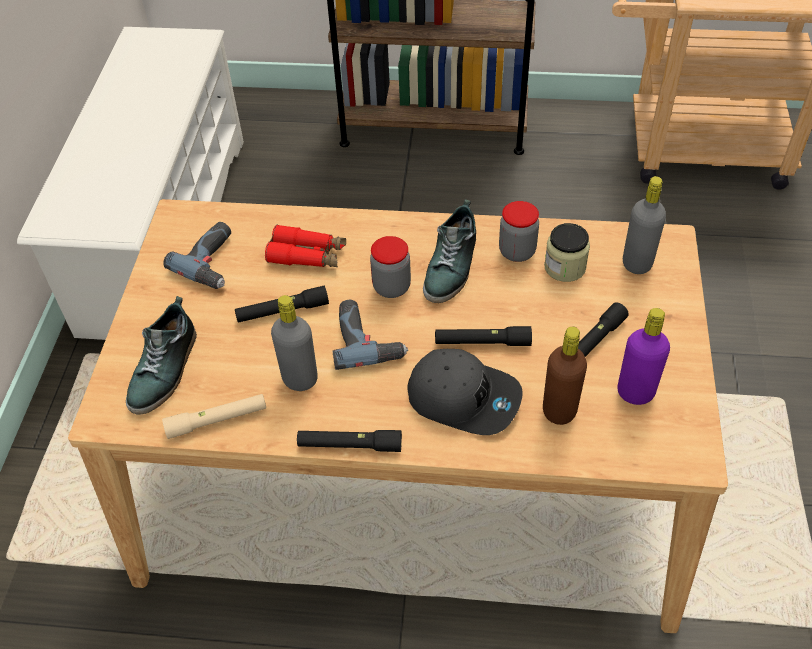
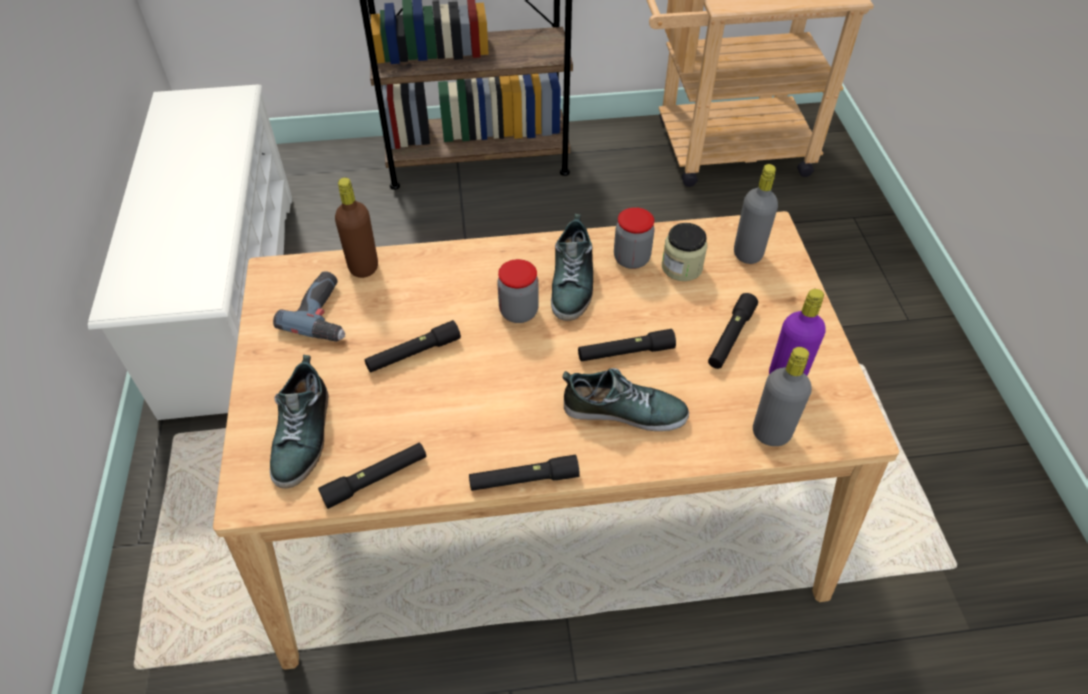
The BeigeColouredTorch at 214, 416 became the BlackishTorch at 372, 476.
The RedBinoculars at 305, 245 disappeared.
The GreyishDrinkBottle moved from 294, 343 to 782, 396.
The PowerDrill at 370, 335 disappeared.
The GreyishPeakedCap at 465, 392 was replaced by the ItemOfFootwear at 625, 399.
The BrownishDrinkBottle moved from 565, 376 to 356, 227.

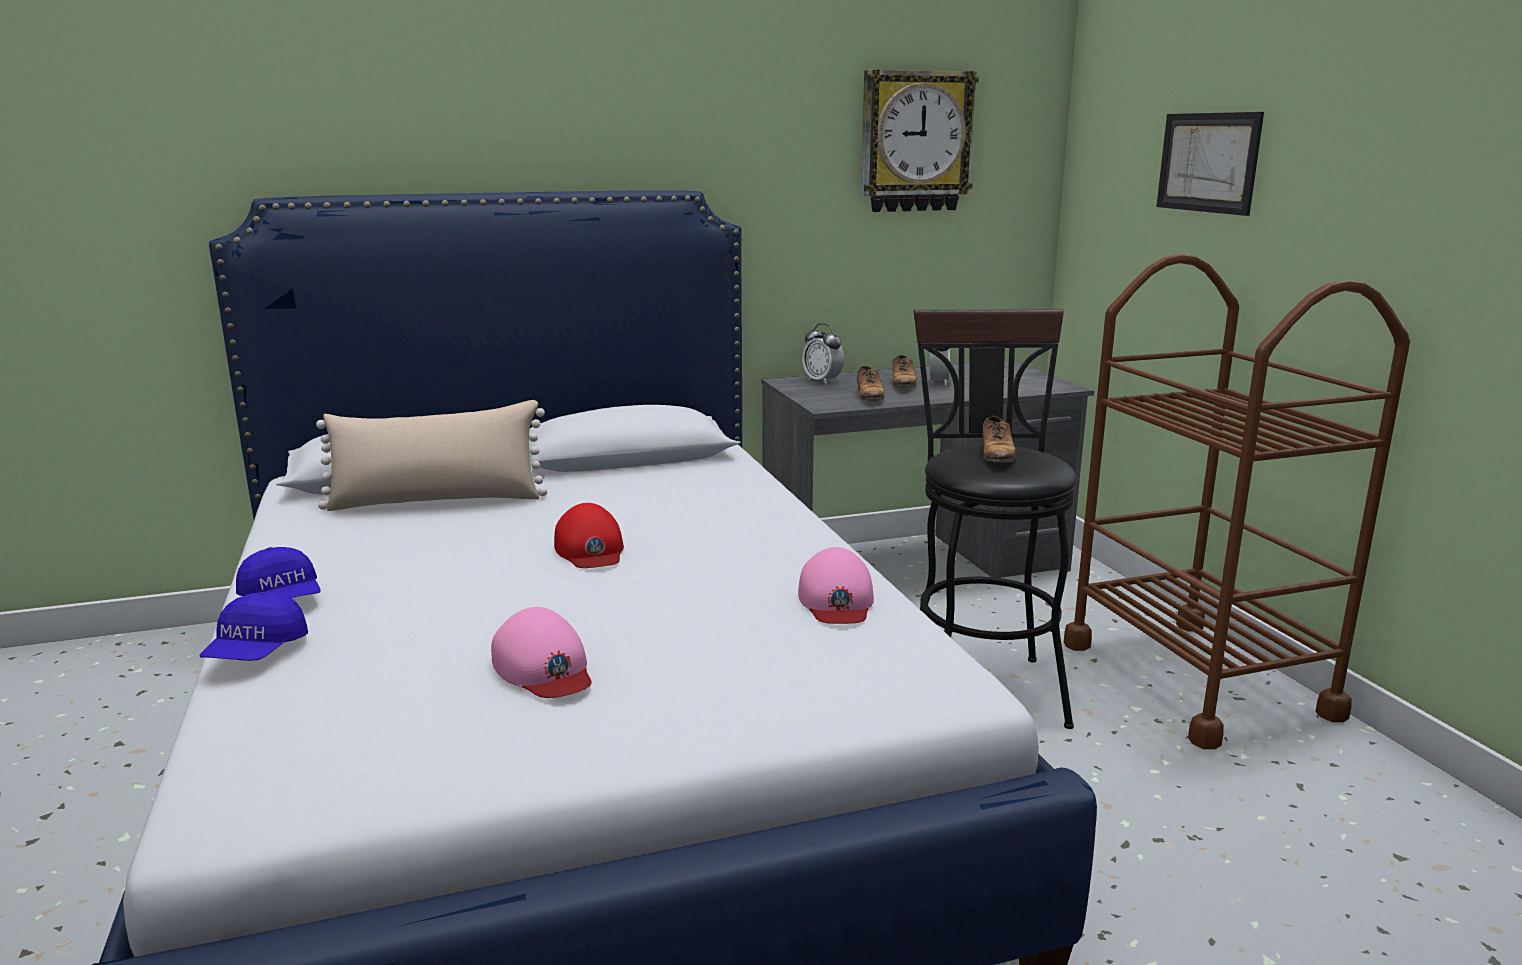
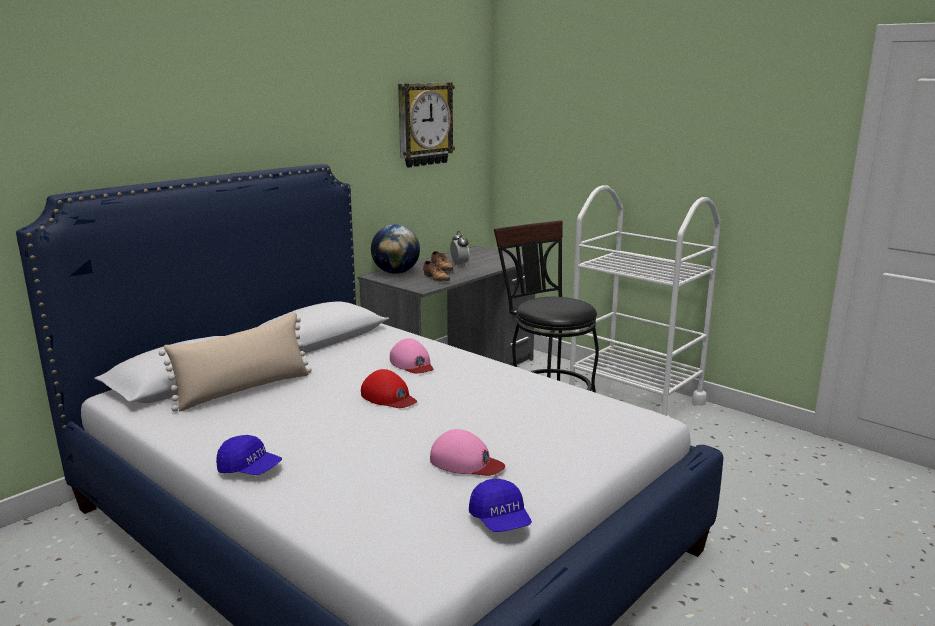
The BluishPeakedCap moved from 253, 626 to 500, 505.
The PinkPeakedCap moved from 836, 585 to 411, 356.
The BedsideClock at 823, 353 was replaced by the DeskGlobe at 395, 249.
The ItemOfFootwear at 999, 439 disappeared.
The BrownishWheeledCart at 1237, 501 became the WhiteWheeledCart at 645, 301.
The WallArt at 1210, 164 disappeared.

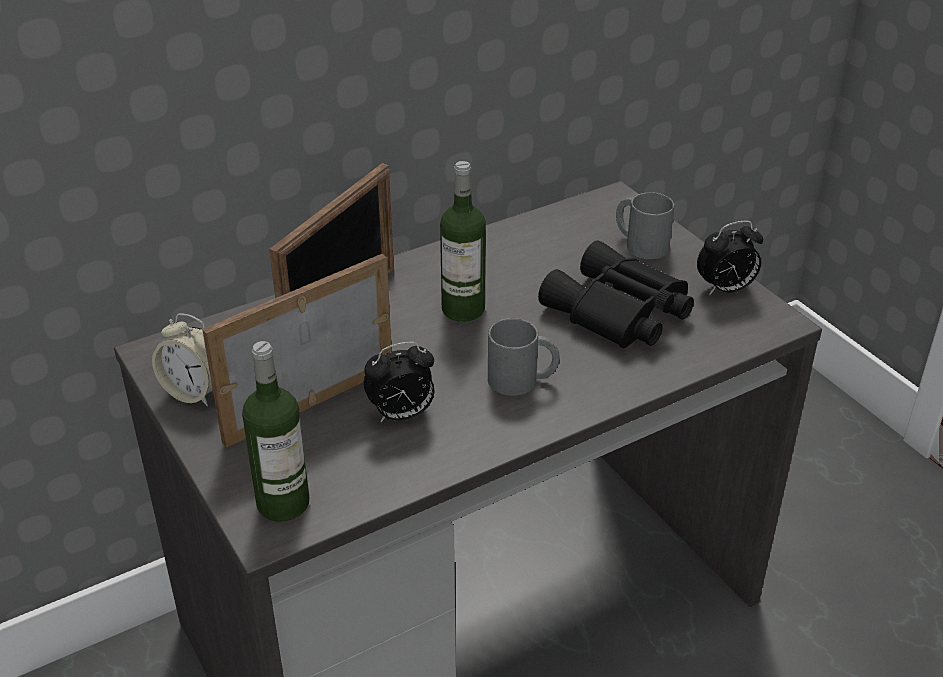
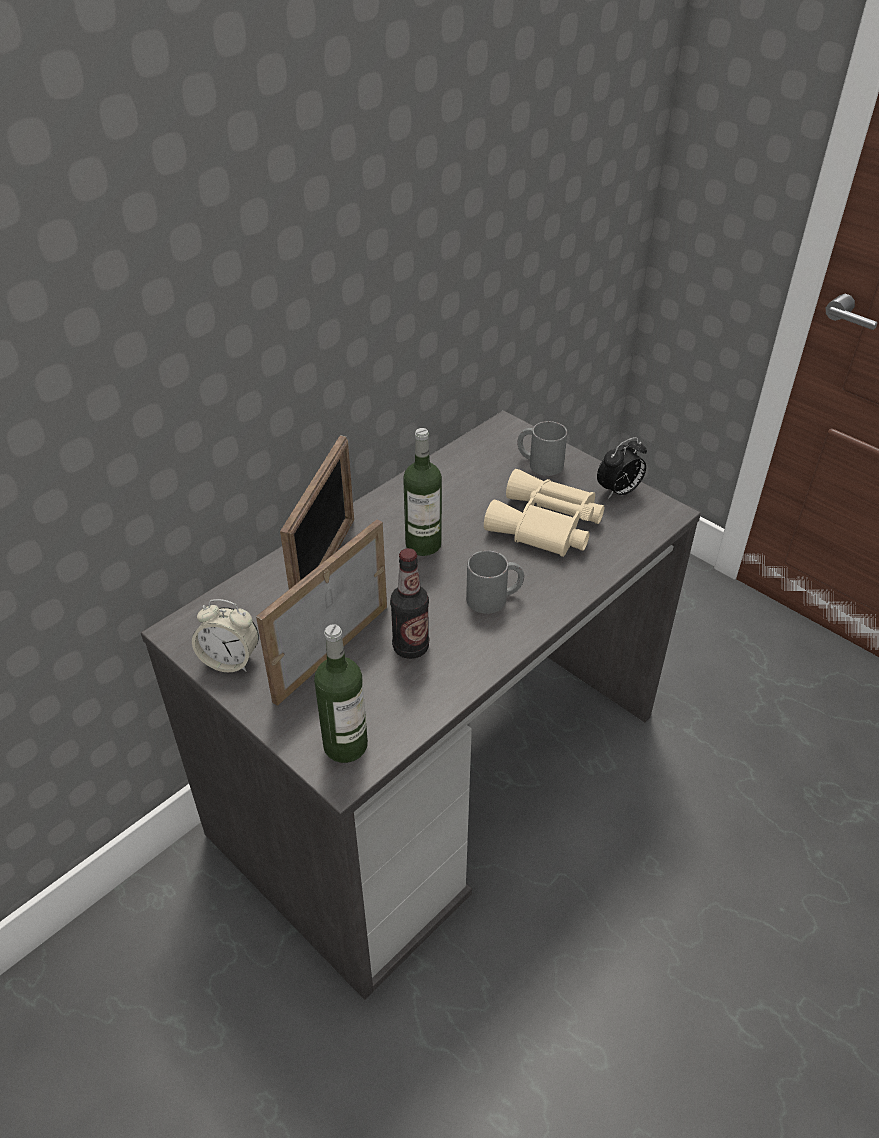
The BedsideClock at 399, 381 was replaced by the DrinkBottle at 409, 603.
The BlackishBinoculars at 616, 294 became the BeigeColouredBinoculars at 544, 513.

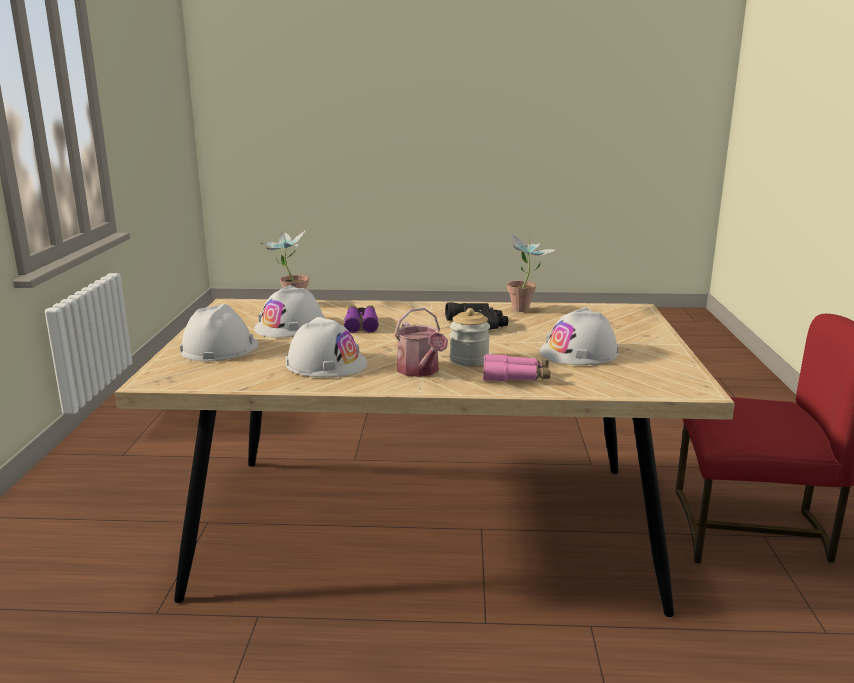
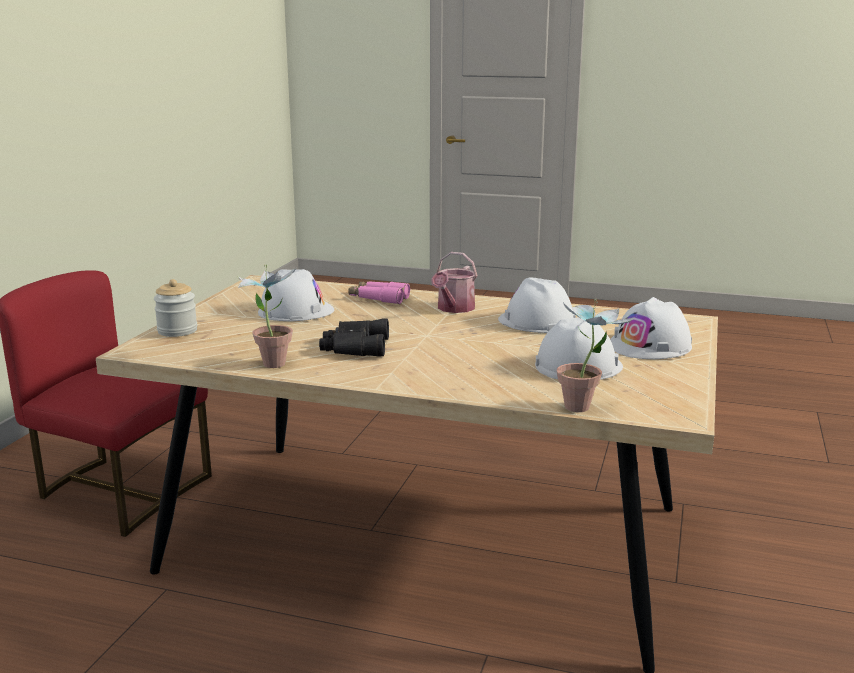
The PurplishBinoculars at 361, 319 disappeared.
The SprinklingCan at 421, 342 turned 150 degrees counterclockwise.
The StorageJar moved from 470, 337 to 175, 308.

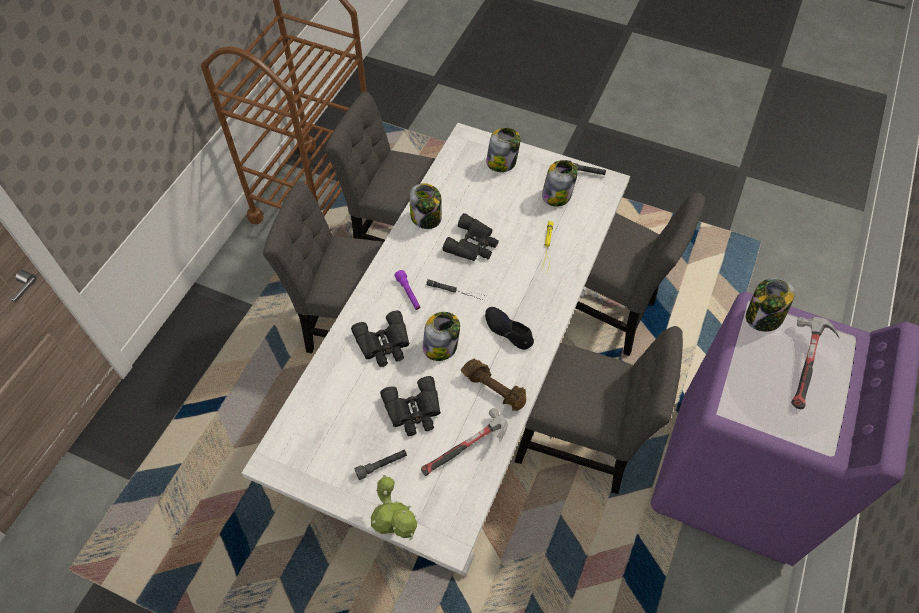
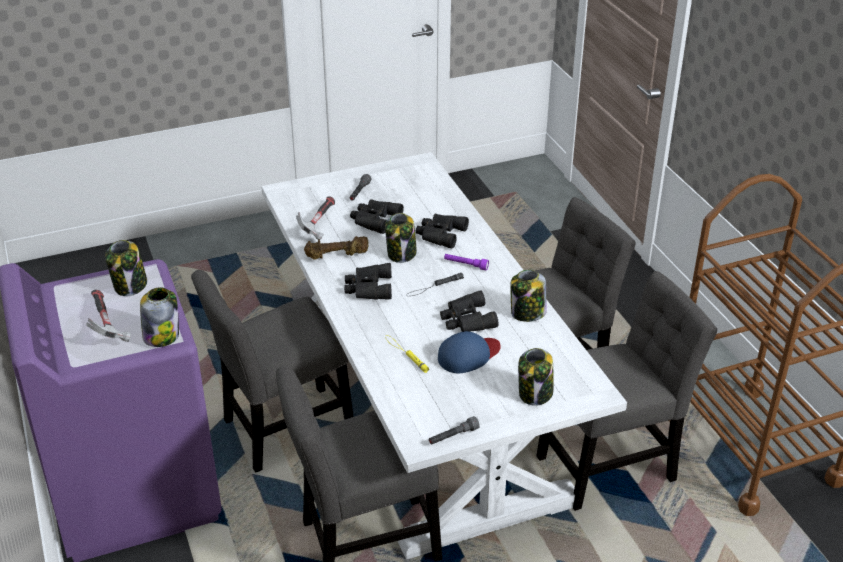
The Houseplant at 394, 507 disappeared.
The BlackishItemOfFootwear at 509, 328 was replaced by the BlackishBinoculars at 368, 281.
The StorageJar moved from 560, 183 to 126, 268.
The BluishPeakedCap at 469, 352 appeared.

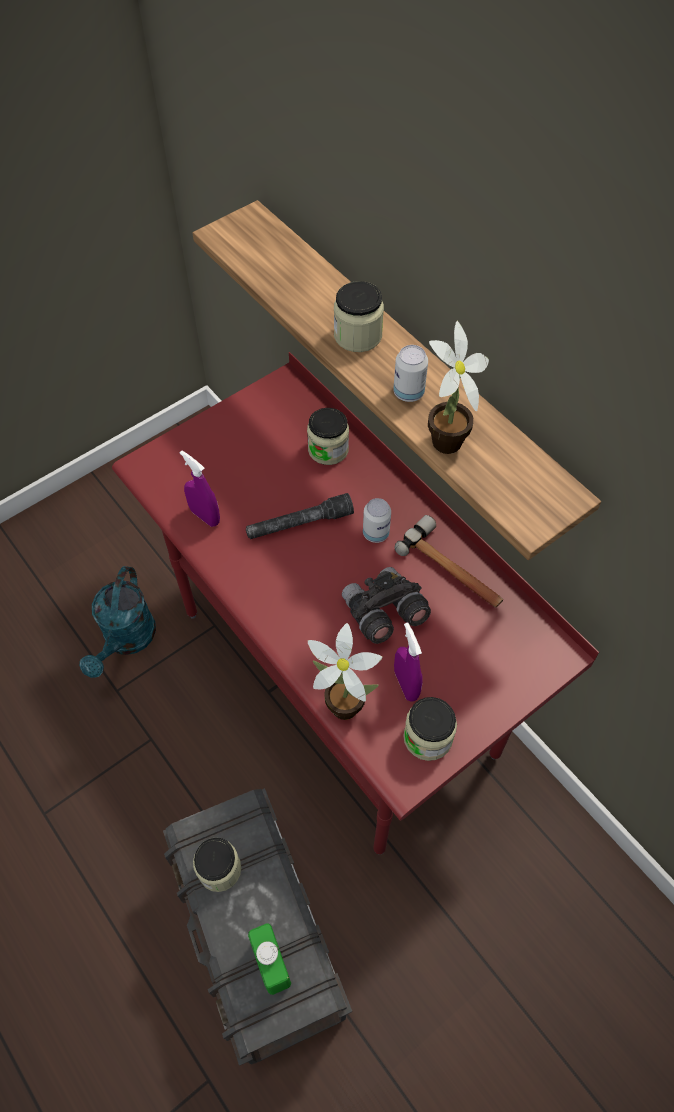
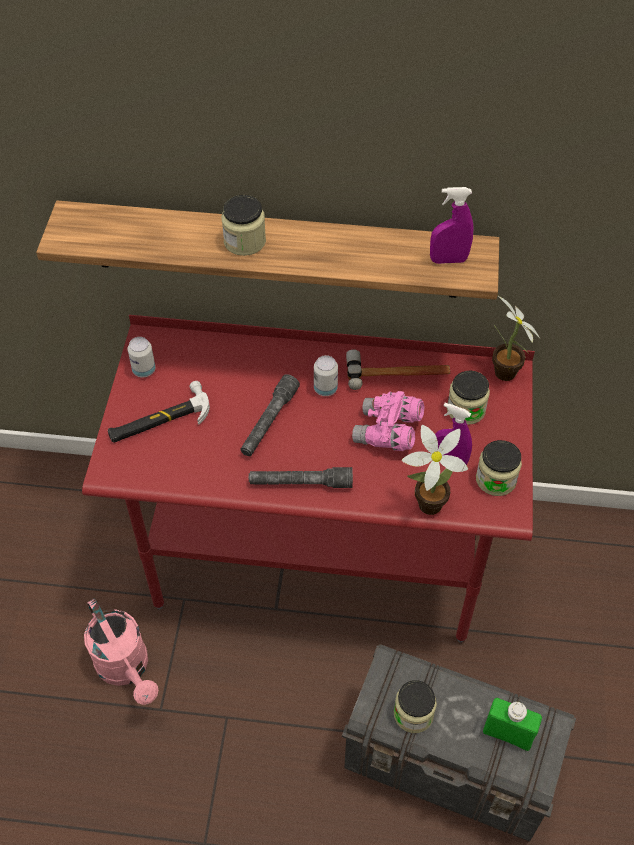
The TurquoiseSprinklingCan at 117, 622 became the PinkSprinklingCan at 121, 651.
The PurplishSprayer moved from 200, 488 to 451, 225.
The StorageJar moved from 328, 436 to 468, 397.
The GreyishBinoculars at 386, 605 became the PinkBinoculars at 388, 421.
The SealedCan moved from 410, 373 to 142, 357.
The Houseplant moved from 458, 387 to 516, 338.
The Hammer at 159, 412 appeared.
The GreyishTorch at 301, 477 appeared.

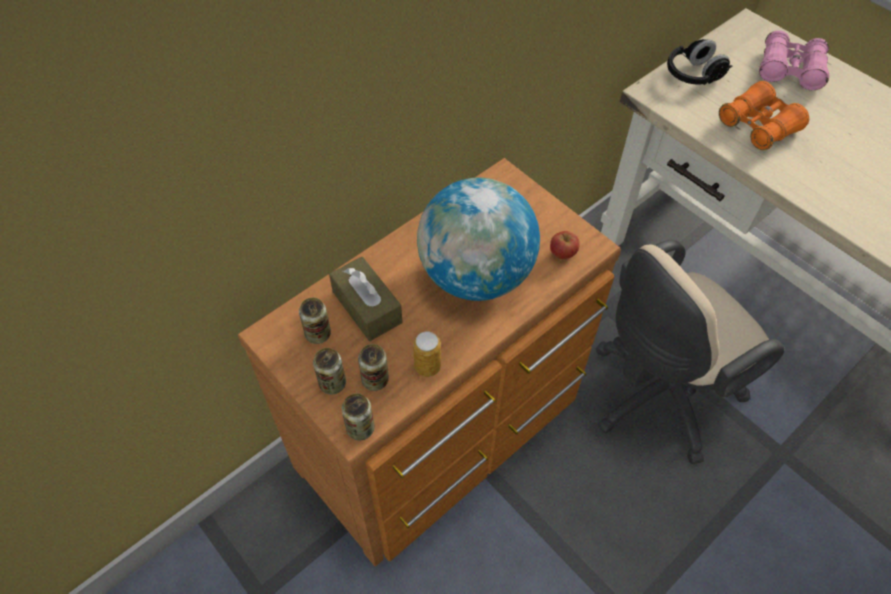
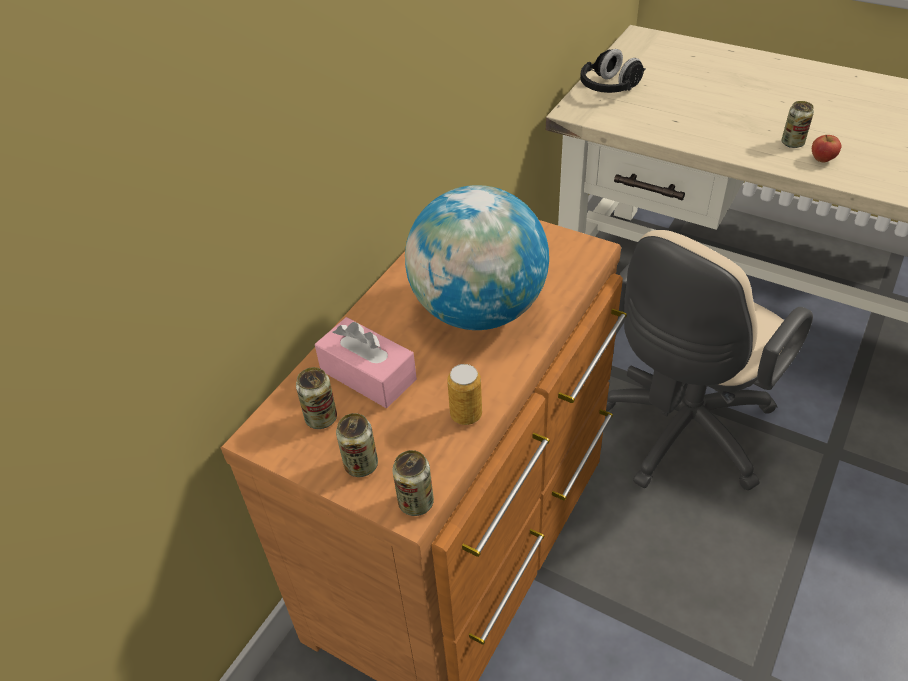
The BrownishTissueHolder at 365, 299 became the PinkTissueHolder at 366, 362.
The SealedCan moved from 373, 367 to 798, 124.
The Apple moved from 565, 245 to 826, 148.
The OrangeColouredBinoculars at 764, 115 disappeared.
The PinkBinoculars at 794, 60 disappeared.

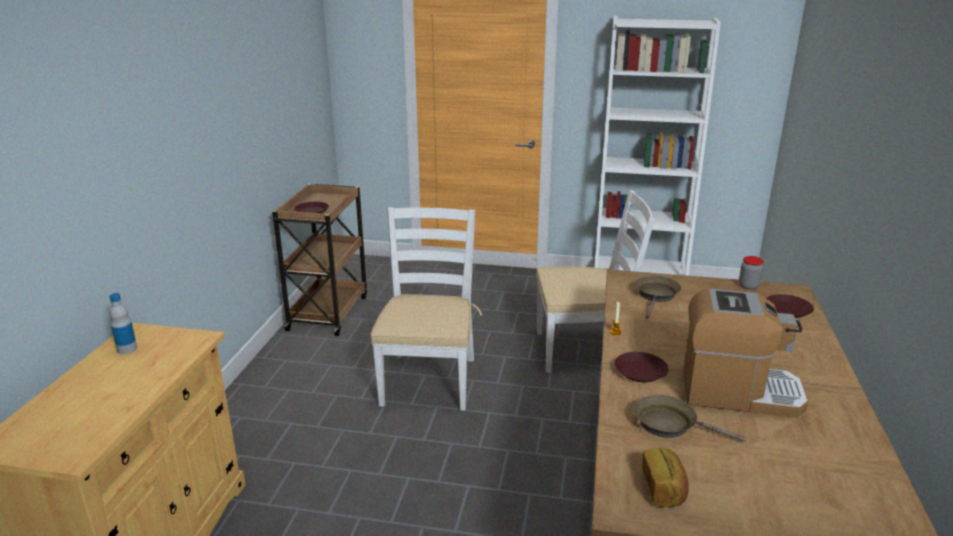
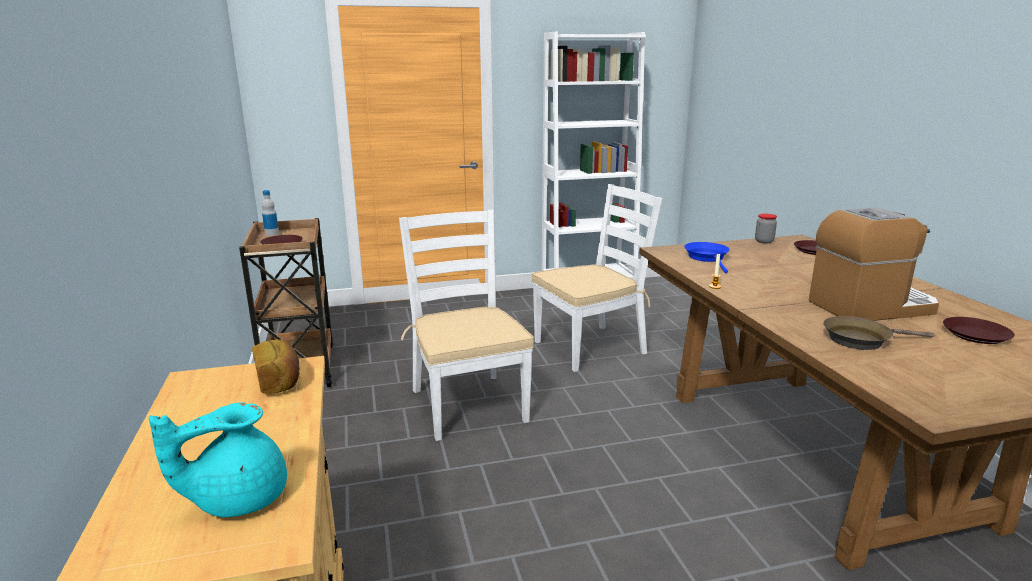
The DrinkBottle moved from 123, 323 to 270, 213.
The BrownishFlatDish moved from 641, 367 to 979, 330.
The BrownishPan at 658, 297 became the BluishPan at 707, 257.
The BakeryBread moved from 665, 477 to 276, 366.
The TurquoiseTeaPot at 218, 460 appeared.

